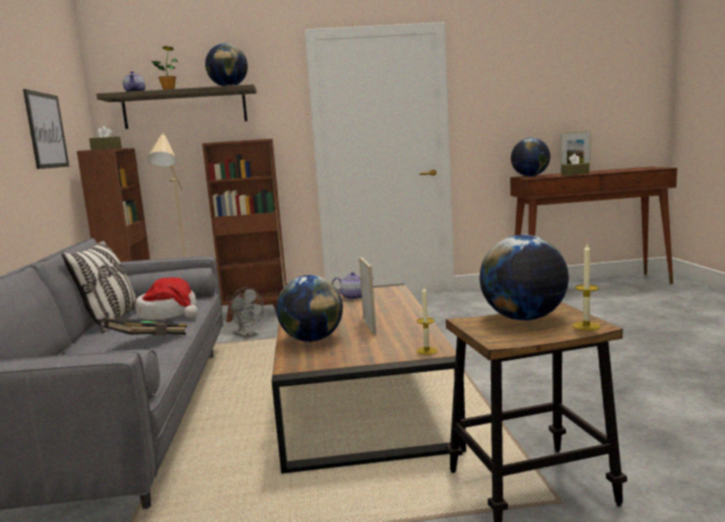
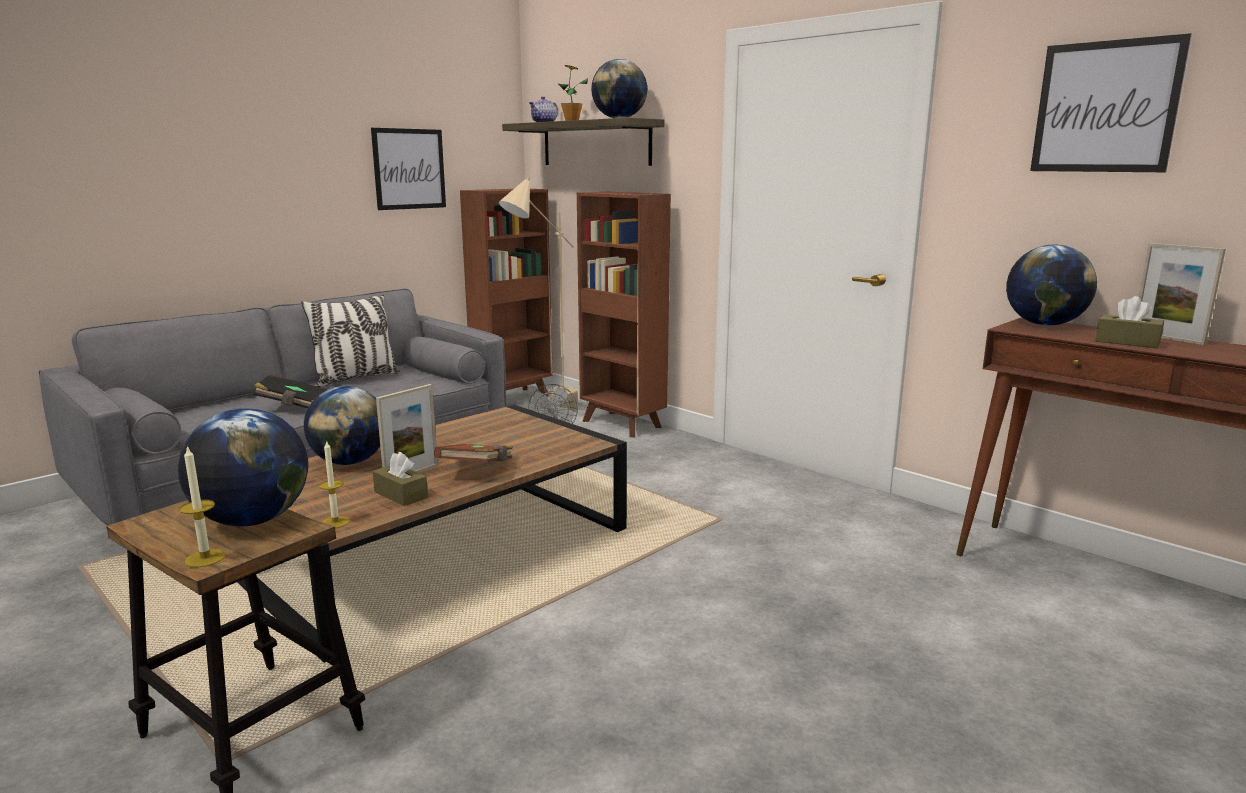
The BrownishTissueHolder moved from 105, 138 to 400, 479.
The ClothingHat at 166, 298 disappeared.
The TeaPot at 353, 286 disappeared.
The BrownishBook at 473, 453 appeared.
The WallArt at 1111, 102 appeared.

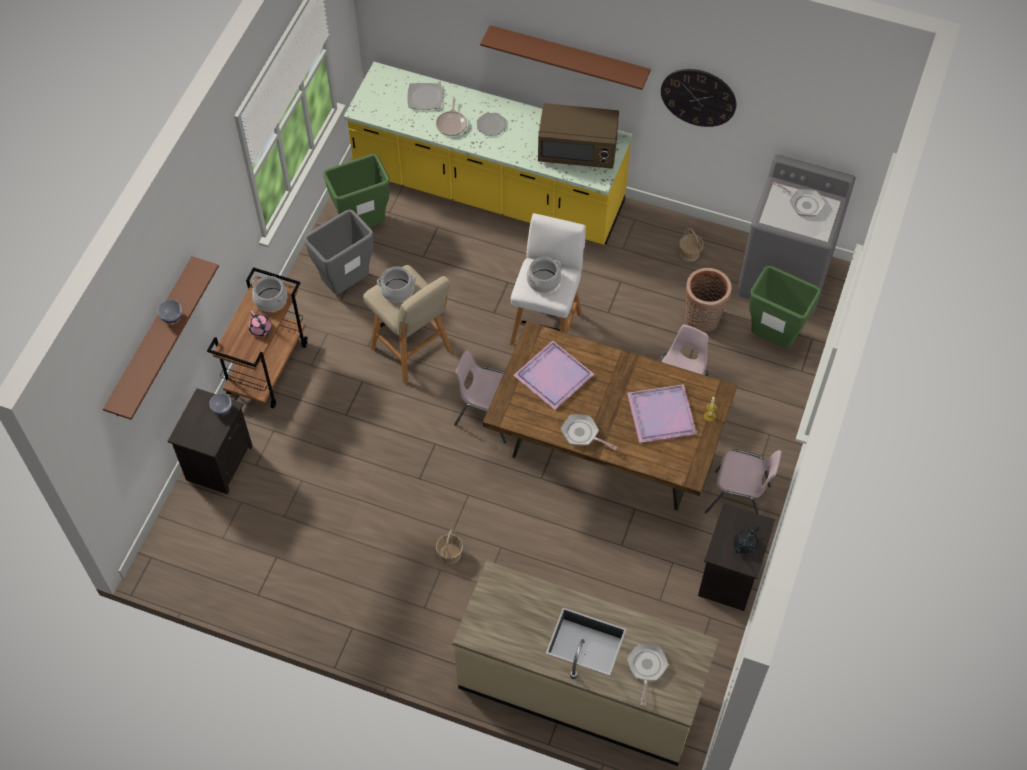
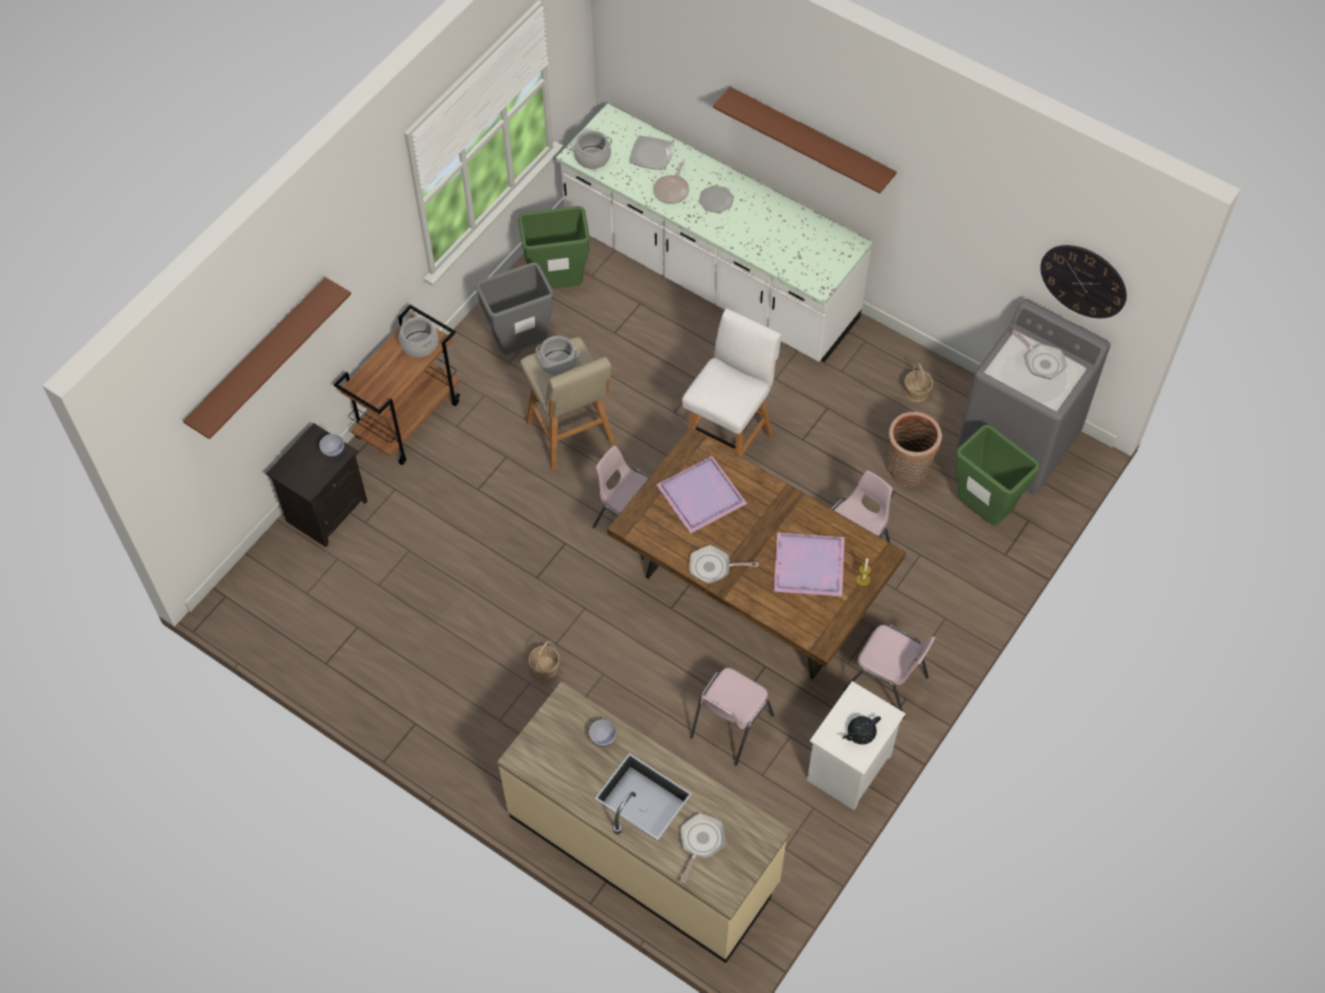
The Bowl moved from 170, 311 to 602, 733.
The PinkTeaPot at 260, 323 disappeared.
The YellowColouredKitchenCounter at 488, 153 became the WhiteKitchenCounter at 714, 232.
The CookingPot moved from 543, 275 to 592, 149.
The BrownishMicrowave at 578, 136 disappeared.
The Pan at 589, 432 turned 45 degrees counterclockwise.
The ClockOnTheWall moved from 698, 98 to 1083, 281.
The BlackishBedsideTable at 736, 557 became the WhiteBedsideTable at 856, 745.
The PinkUprightChair at 732, 717 appeared.

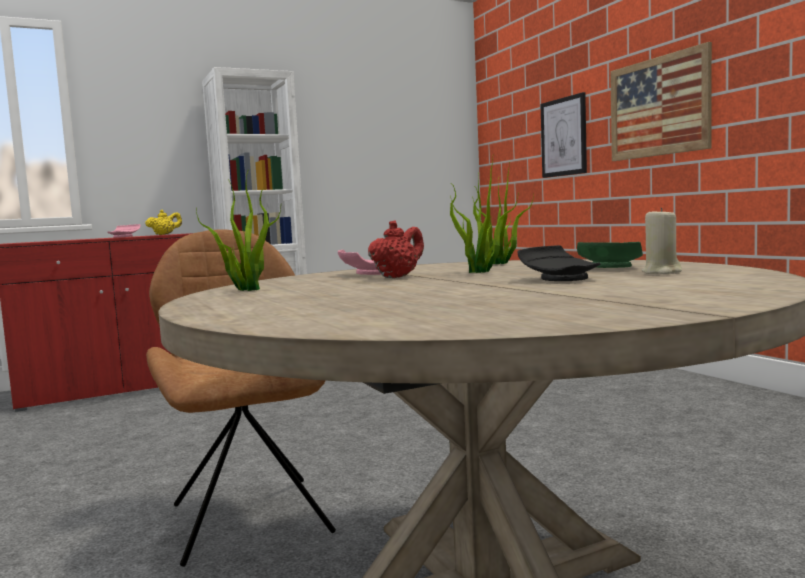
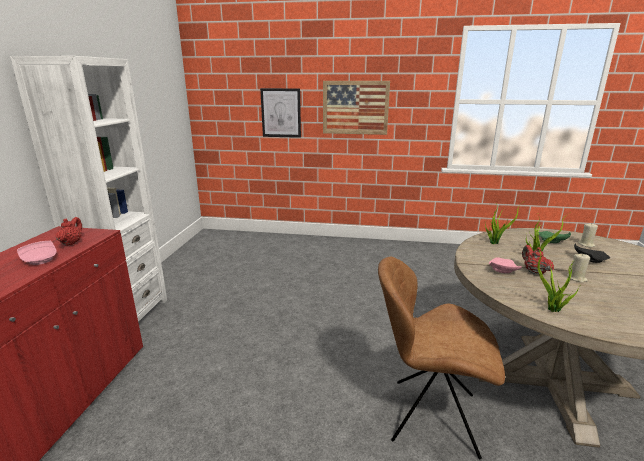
The YellowColouredTeaPot at 163, 222 became the RedTeaPot at 69, 231.
The BeigeColouredWaxCandle at 578, 268 appeared.

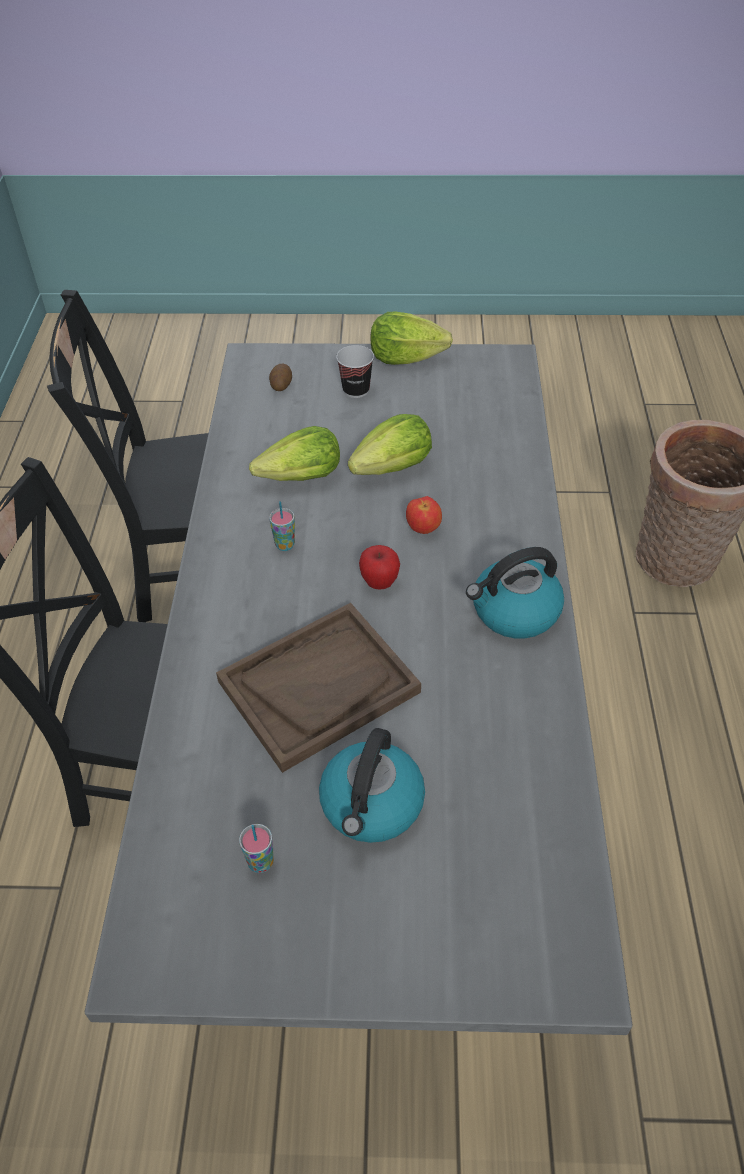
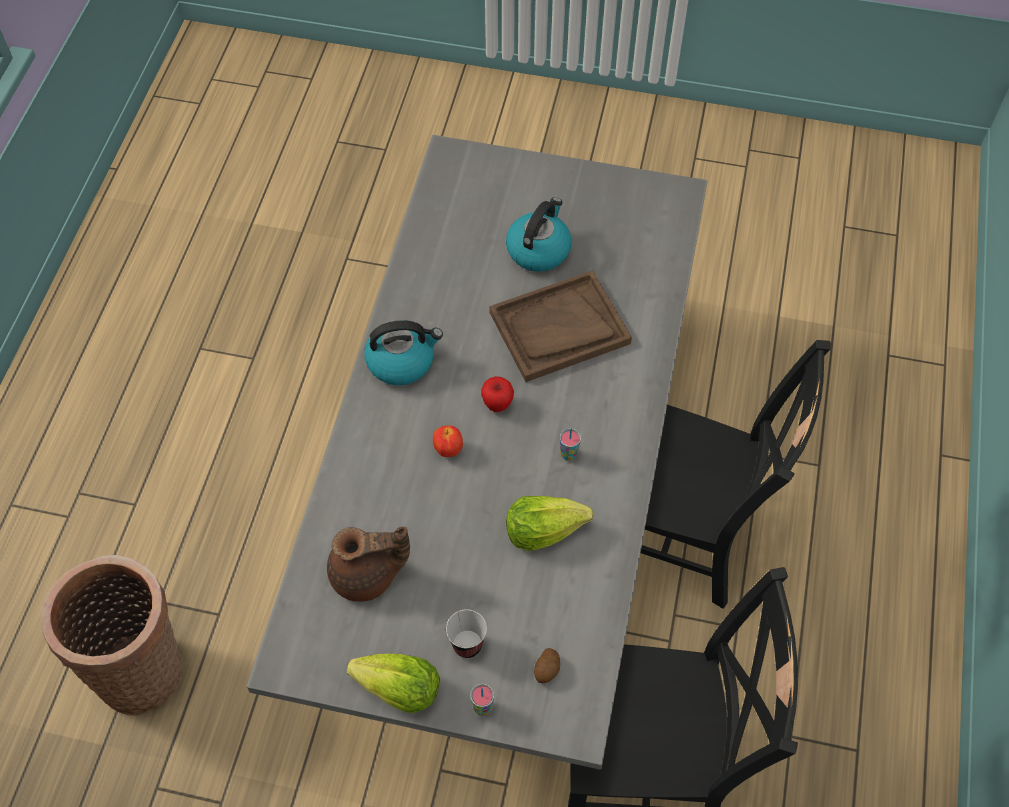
The DrinkingCup moved from 256, 848 to 482, 700.
The LettuceHead at 390, 444 disappeared.
The BrownishTeaPot at 368, 564 appeared.

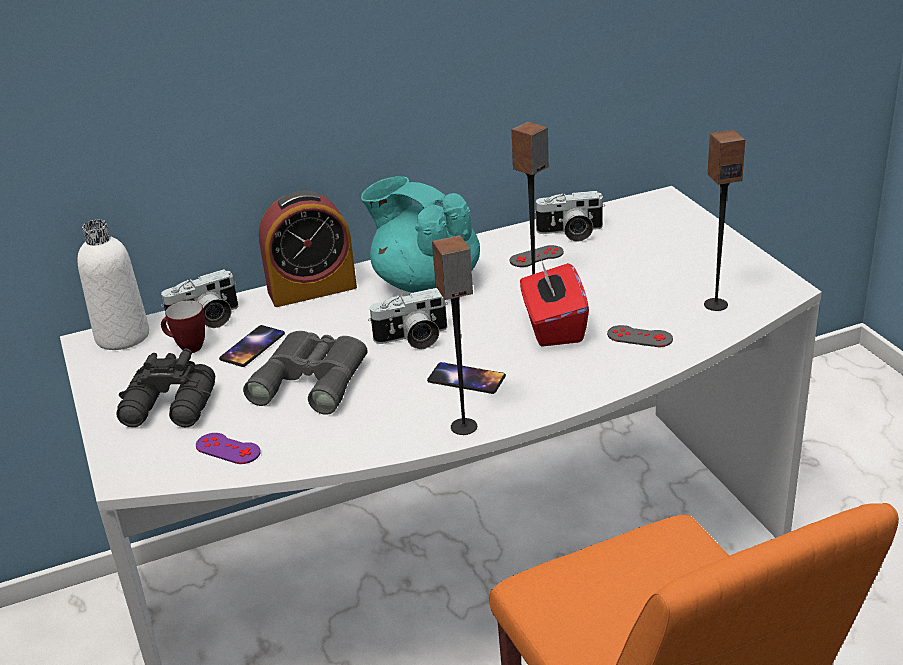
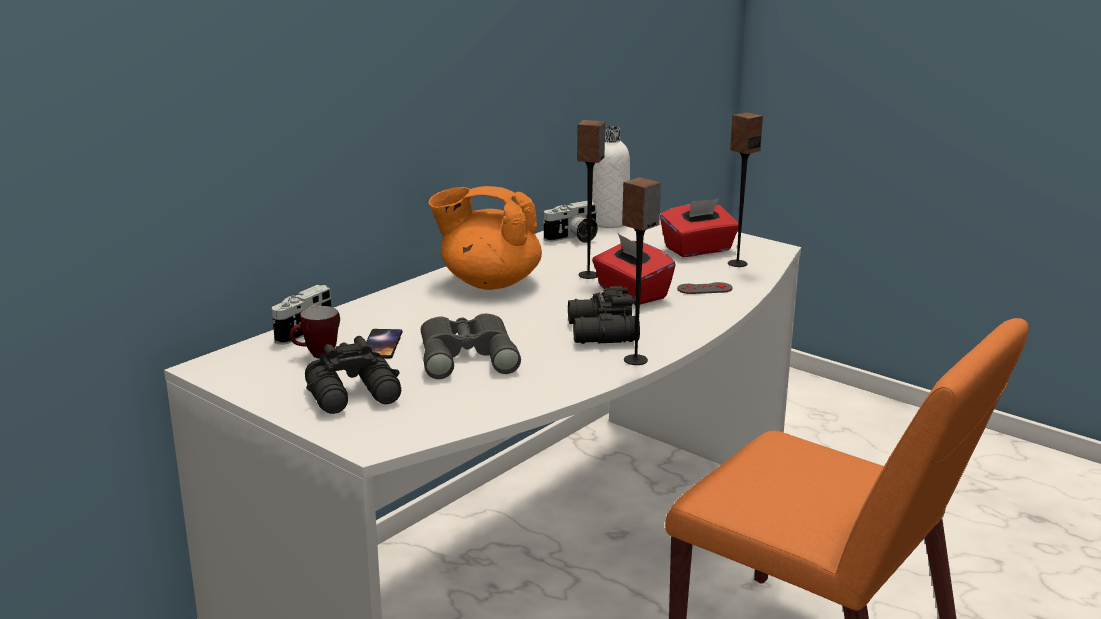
The WhiteDrinkBottle moved from 113, 285 to 611, 177.
The PurplishGameController at 228, 448 disappeared.
The BedsideClock at 308, 248 disappeared.
The TurquoiseTeaPot at 420, 234 became the OrangeColouredTeaPot at 485, 238.
The StillCamera at 408, 318 disappeared.
The Handset at 466, 378 was replaced by the BlackishBinoculars at 604, 315.
The GreyishGameController at 537, 256 disappeared.
The RedTissueHolder at 699, 227 appeared.

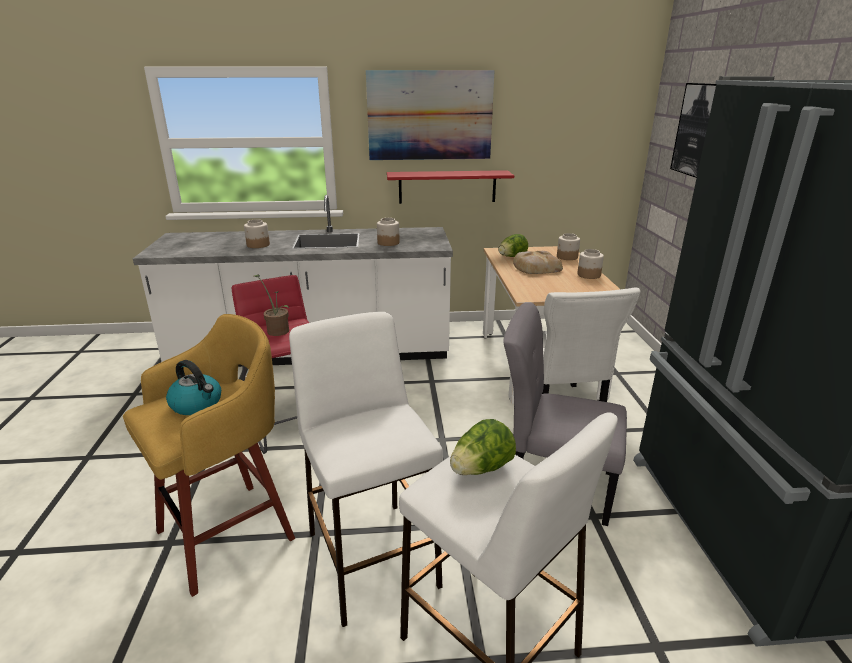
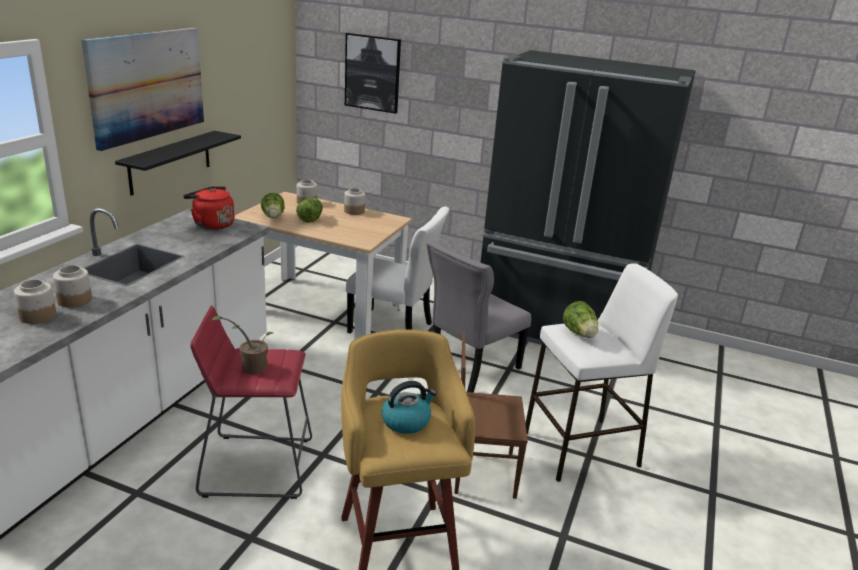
The WhiteStool at 366, 469 was replaced by the BrownishUprightChair at 491, 415.
The StorageJar moved from 388, 232 to 35, 301.
The RedShelf at 450, 187 became the BlackishShelf at 178, 163.
The BakeryBread at 538, 262 was replaced by the LettuceHead at 309, 210.
The RedWaterKettle at 208, 208 appeared.

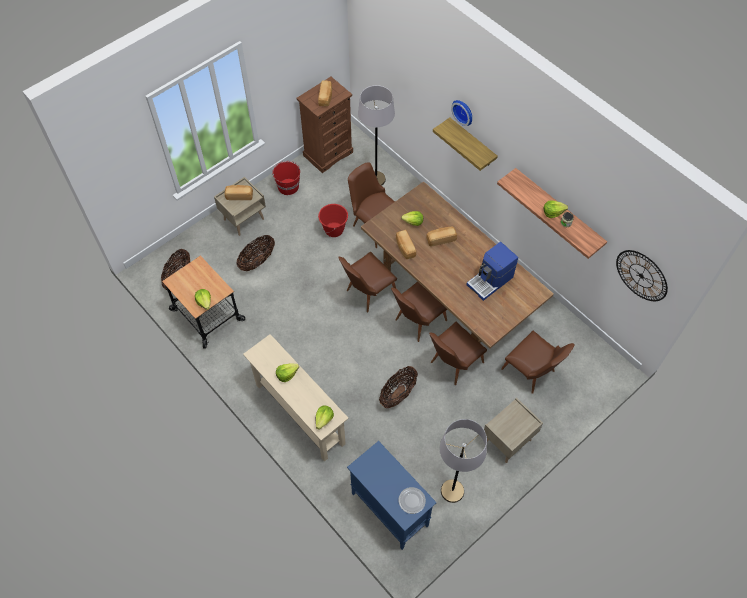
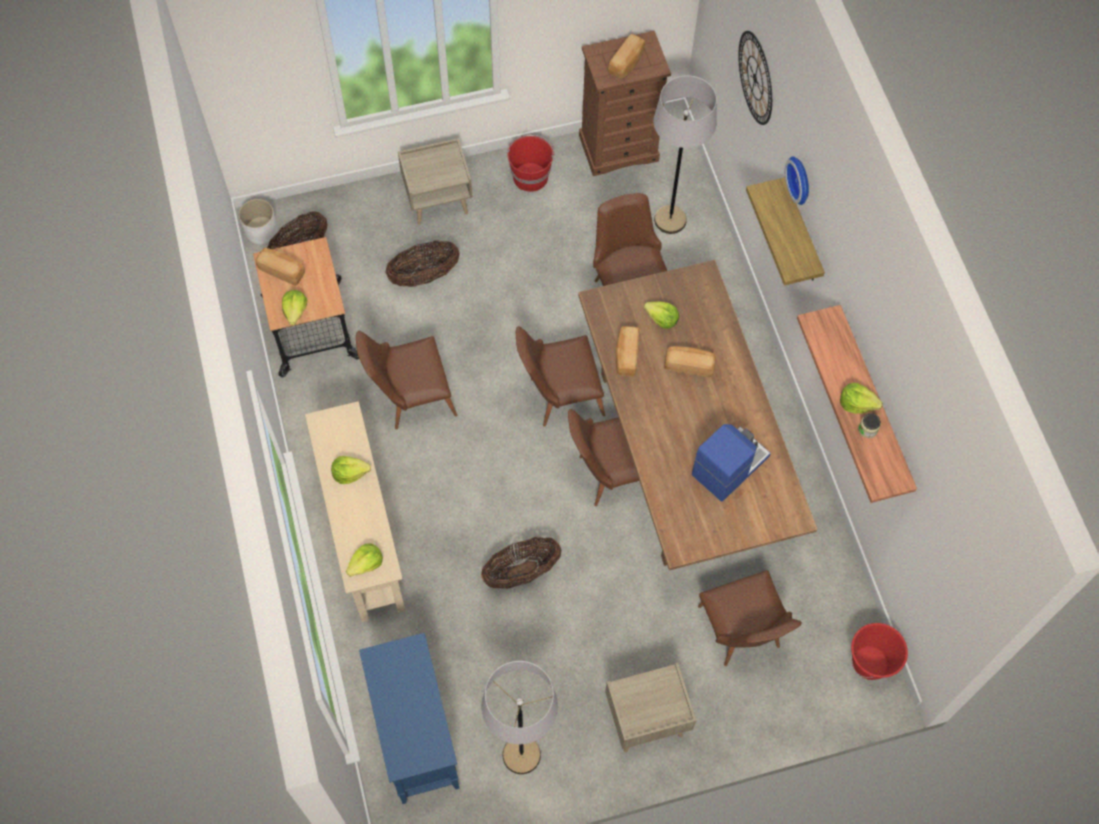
The BakeryBread moved from 239, 192 to 280, 267.
The RedBucket moved from 333, 220 to 879, 651.
The FlatDish at 412, 500 disappeared.
The BrownishUprightChair moved from 458, 353 to 406, 380.
The CoffeeMaker at 492, 271 turned 150 degrees clockwise.
The ClockOnTheWall moved from 642, 275 to 755, 78.
The WhiteFlowerPot at 258, 221 appeared.

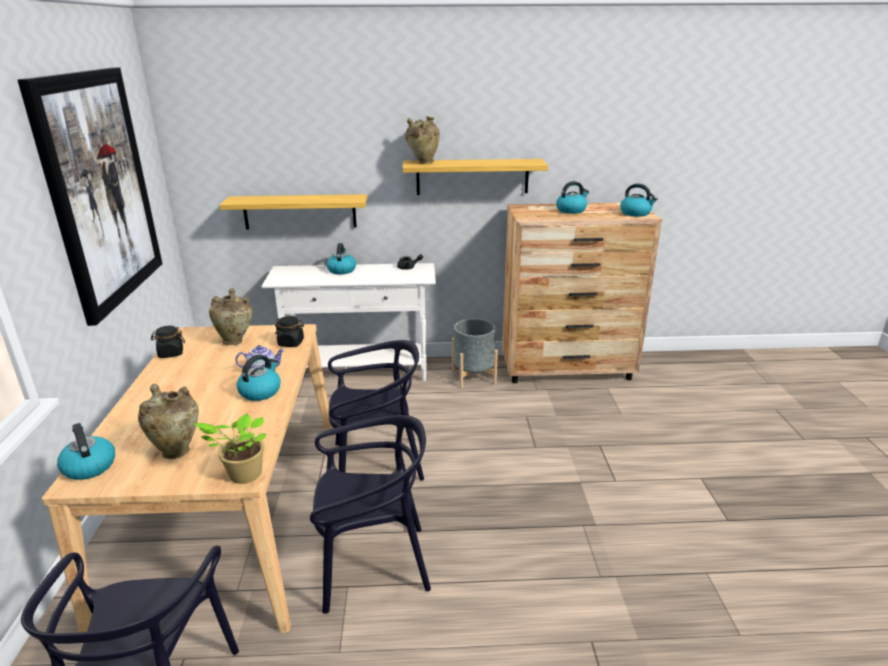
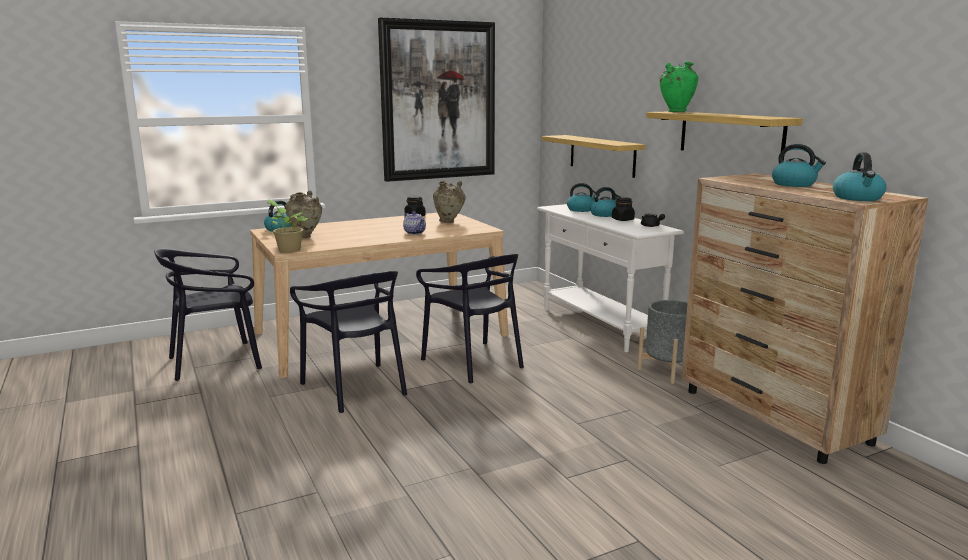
The WaterKettle moved from 259, 377 to 583, 197.
The BlackishStorageJar moved from 289, 331 to 623, 209.
The BeigeColouredDecorativeVase at 422, 140 became the GreenDecorativeVase at 678, 86.

